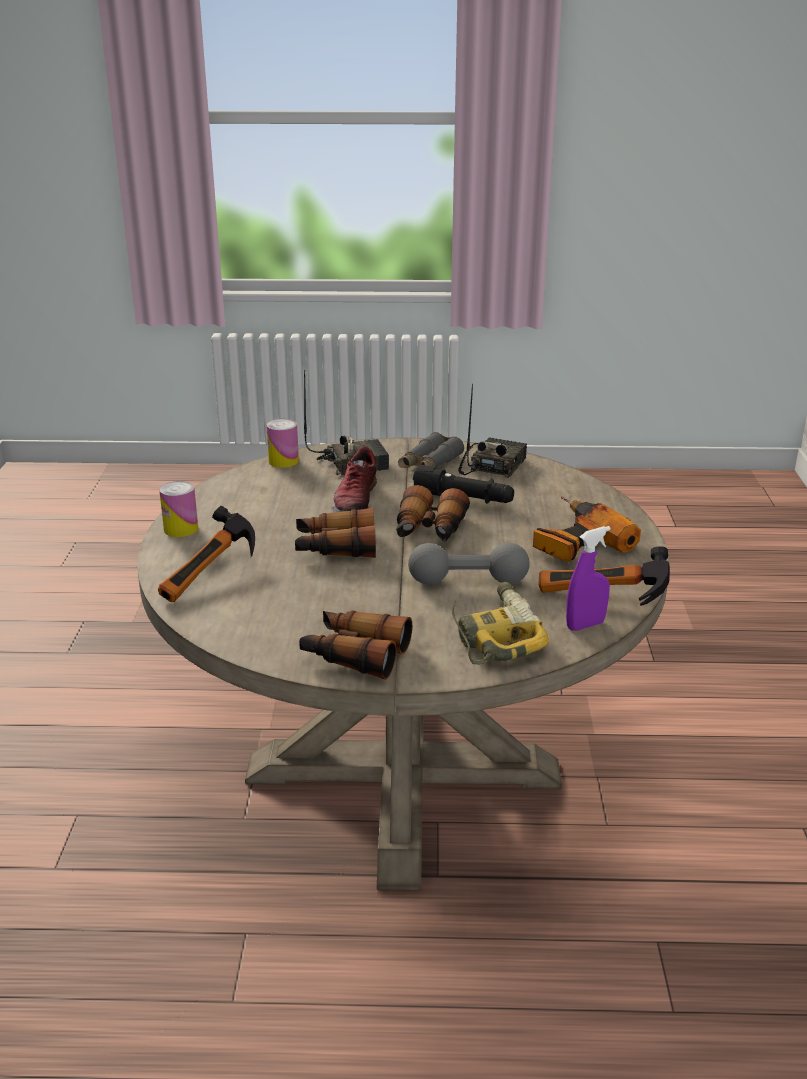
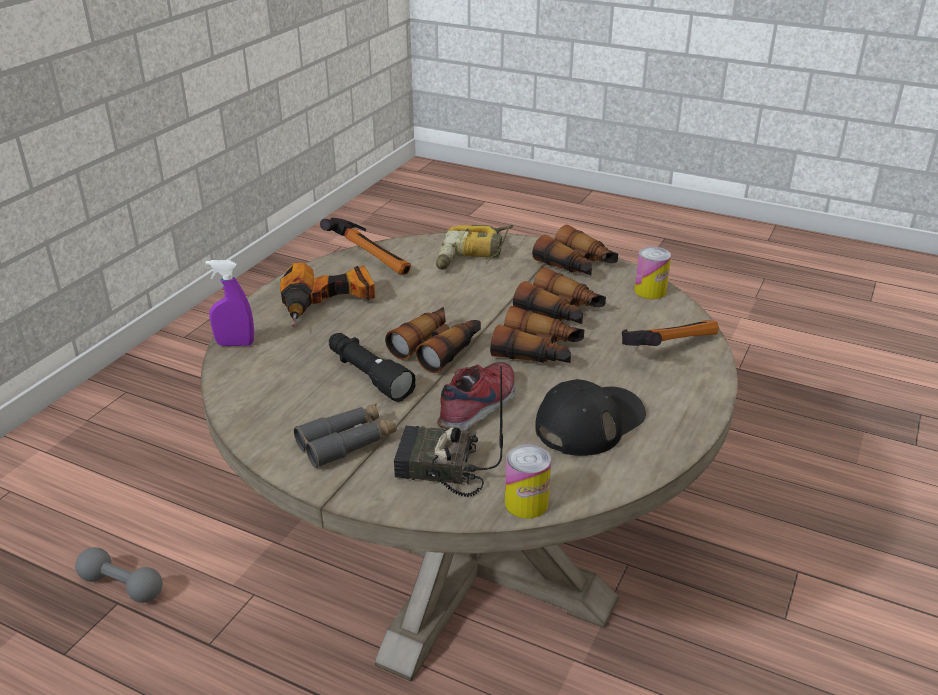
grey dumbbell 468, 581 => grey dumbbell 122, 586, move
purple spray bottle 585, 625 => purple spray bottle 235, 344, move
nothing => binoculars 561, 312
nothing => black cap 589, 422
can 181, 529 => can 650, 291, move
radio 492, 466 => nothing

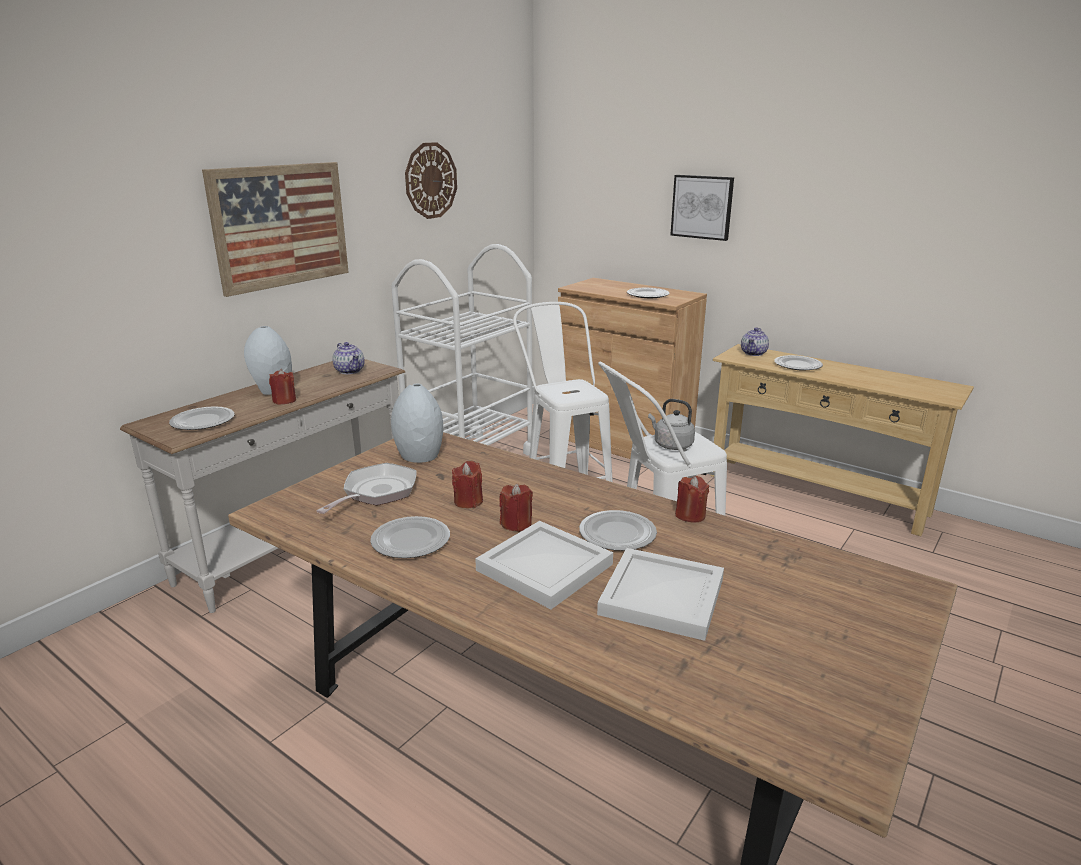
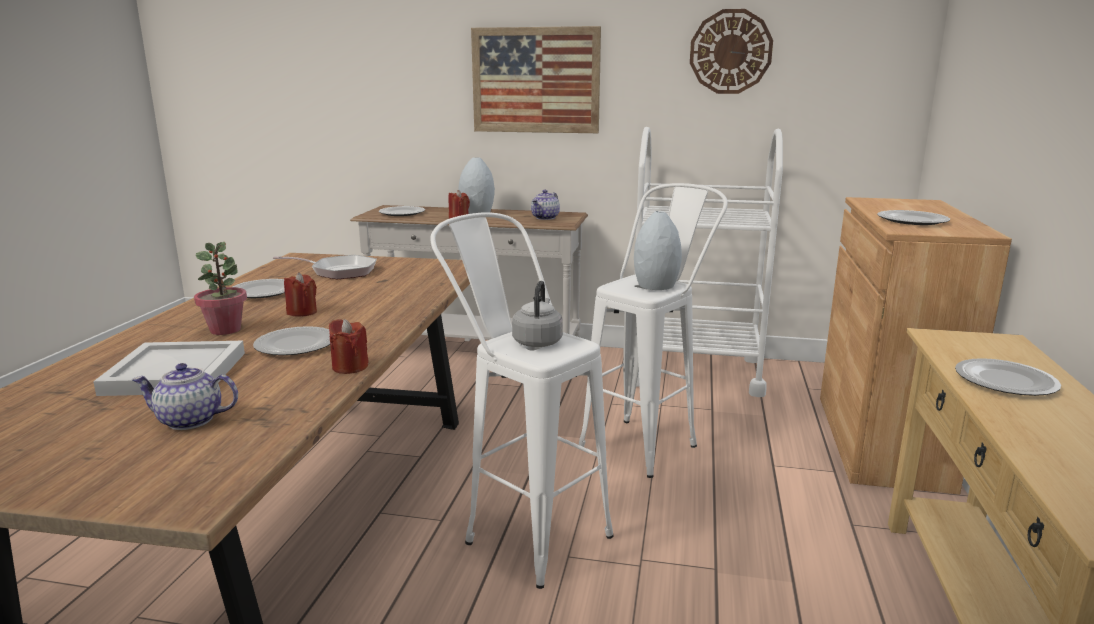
teapot 754, 353 => teapot 189, 421, move
white tray 542, 567 => potted plant 225, 330
grey vase 420, 456 => grey vase 655, 286, move
red candle 468, 501 => nothing
picture 702, 207 => nothing

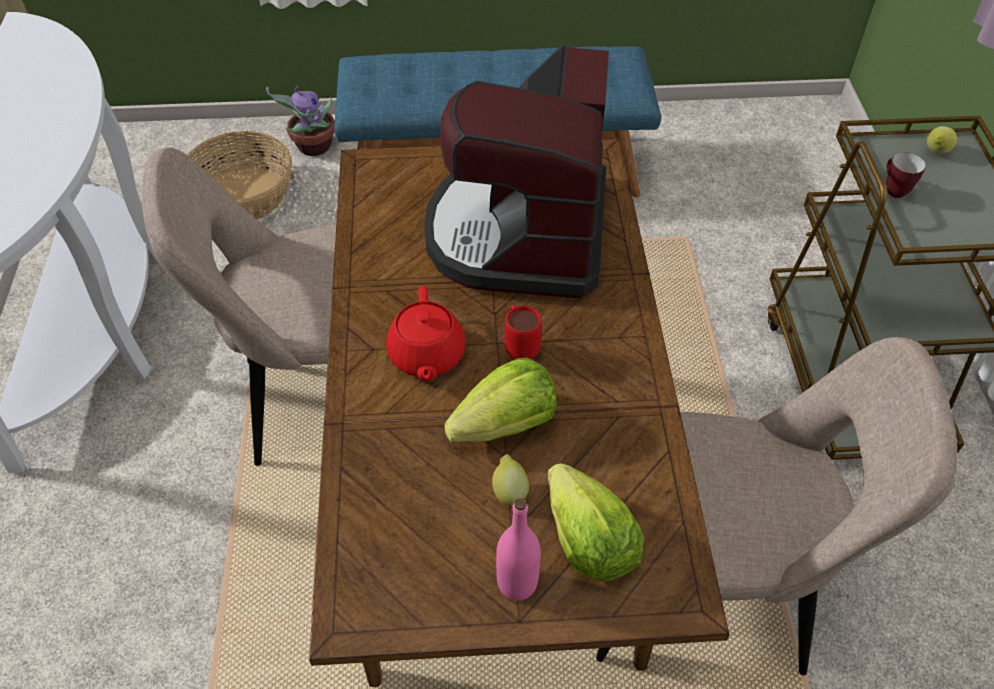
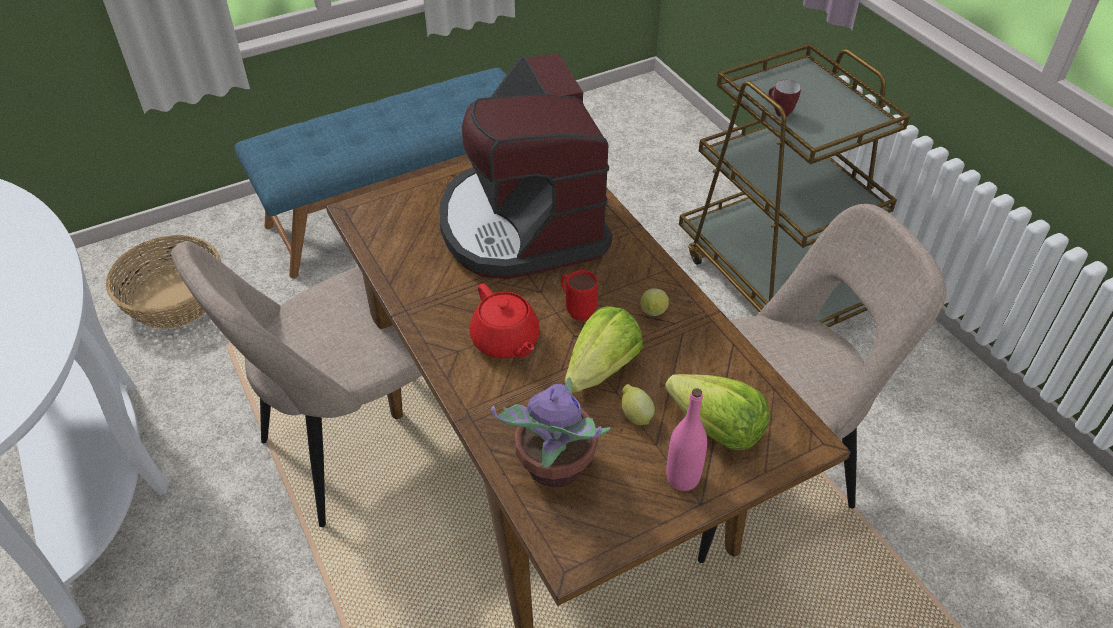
potted plant 313, 147 => potted plant 554, 468, move
lemon 935, 152 => lemon 653, 314, move

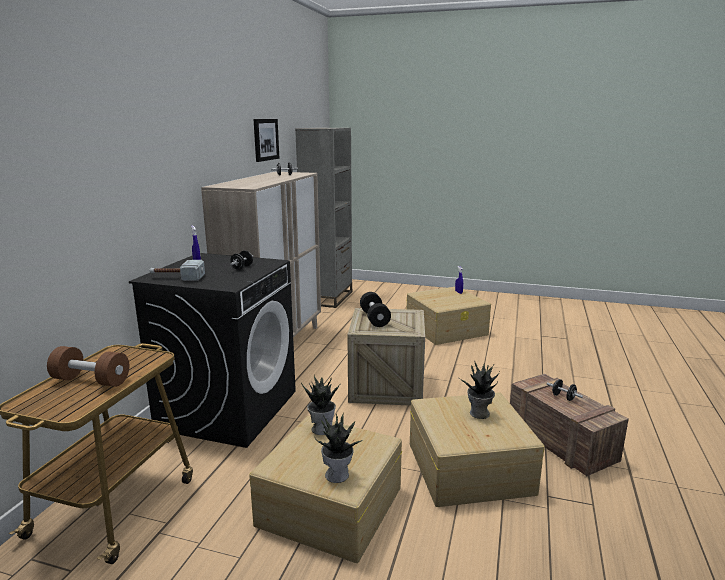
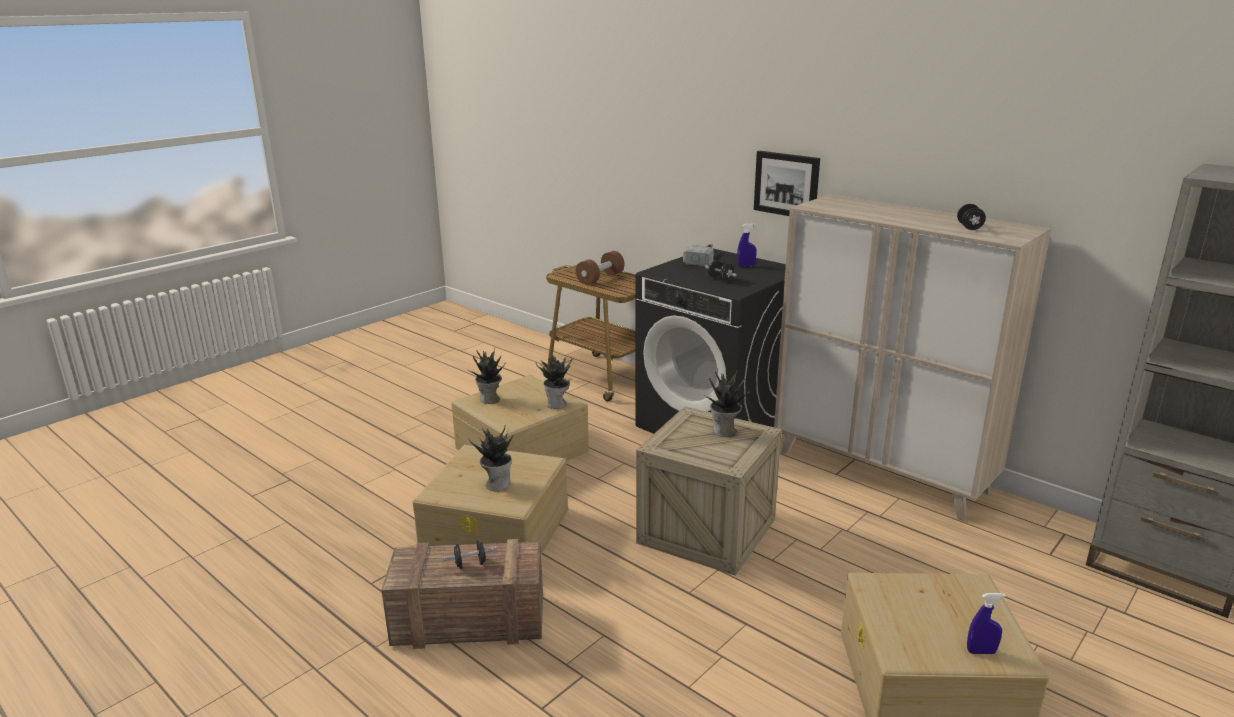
black dumbbell 374, 319 => potted plant 724, 432
picture 265, 139 => picture 787, 184, move

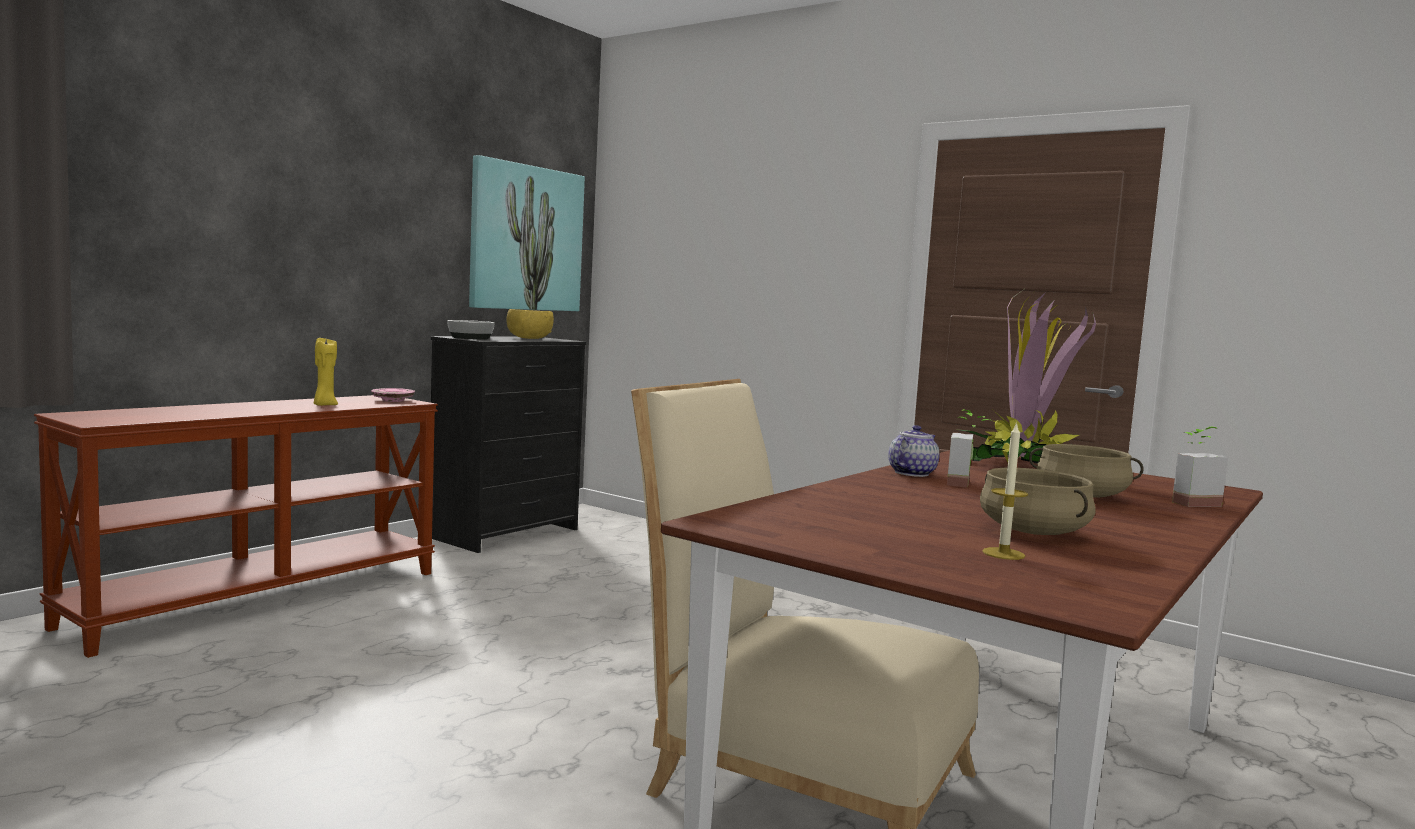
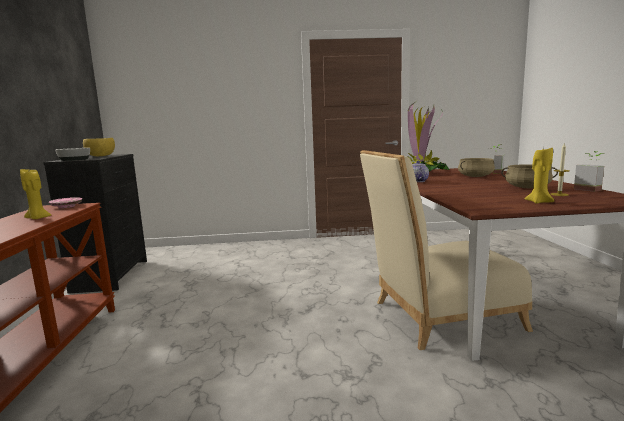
nothing => yellow candle 539, 202
potted plant 967, 483 => potted plant 590, 189, move
picture 525, 238 => nothing

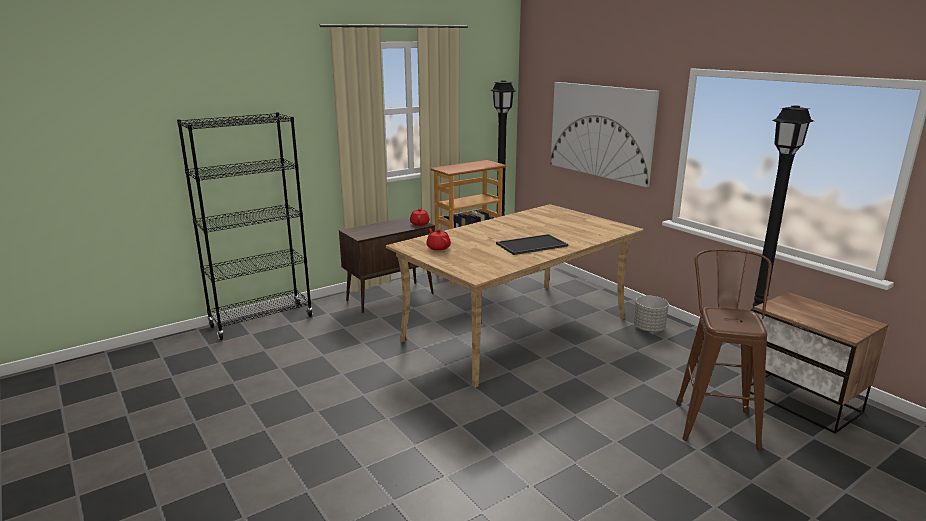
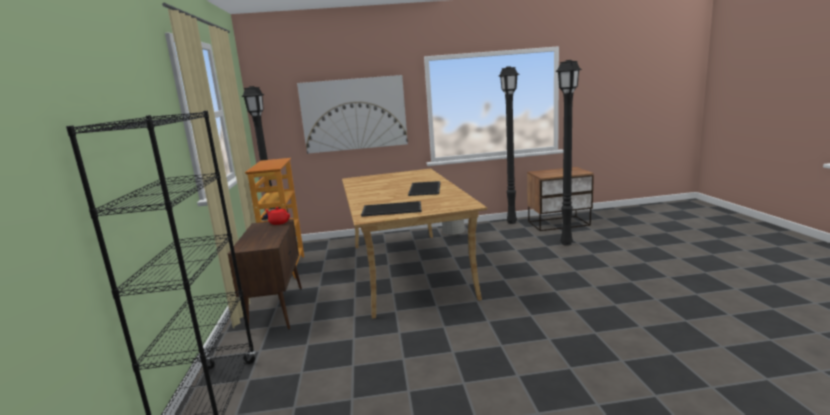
red teapot 438, 247 => tray 391, 209
brown stool 715, 419 => black floor lamp 566, 243

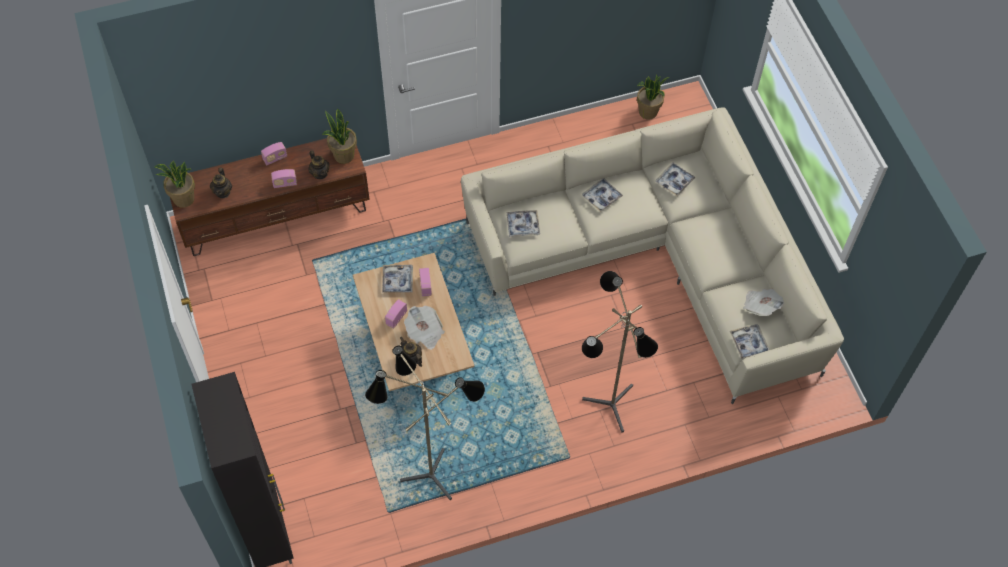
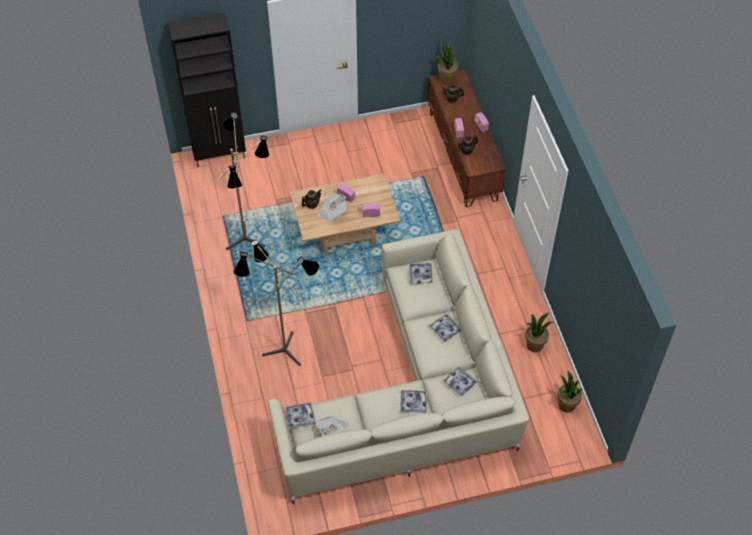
tray 397, 281 => tray 413, 403, move
potted plant 343, 155 => potted plant 534, 345, move

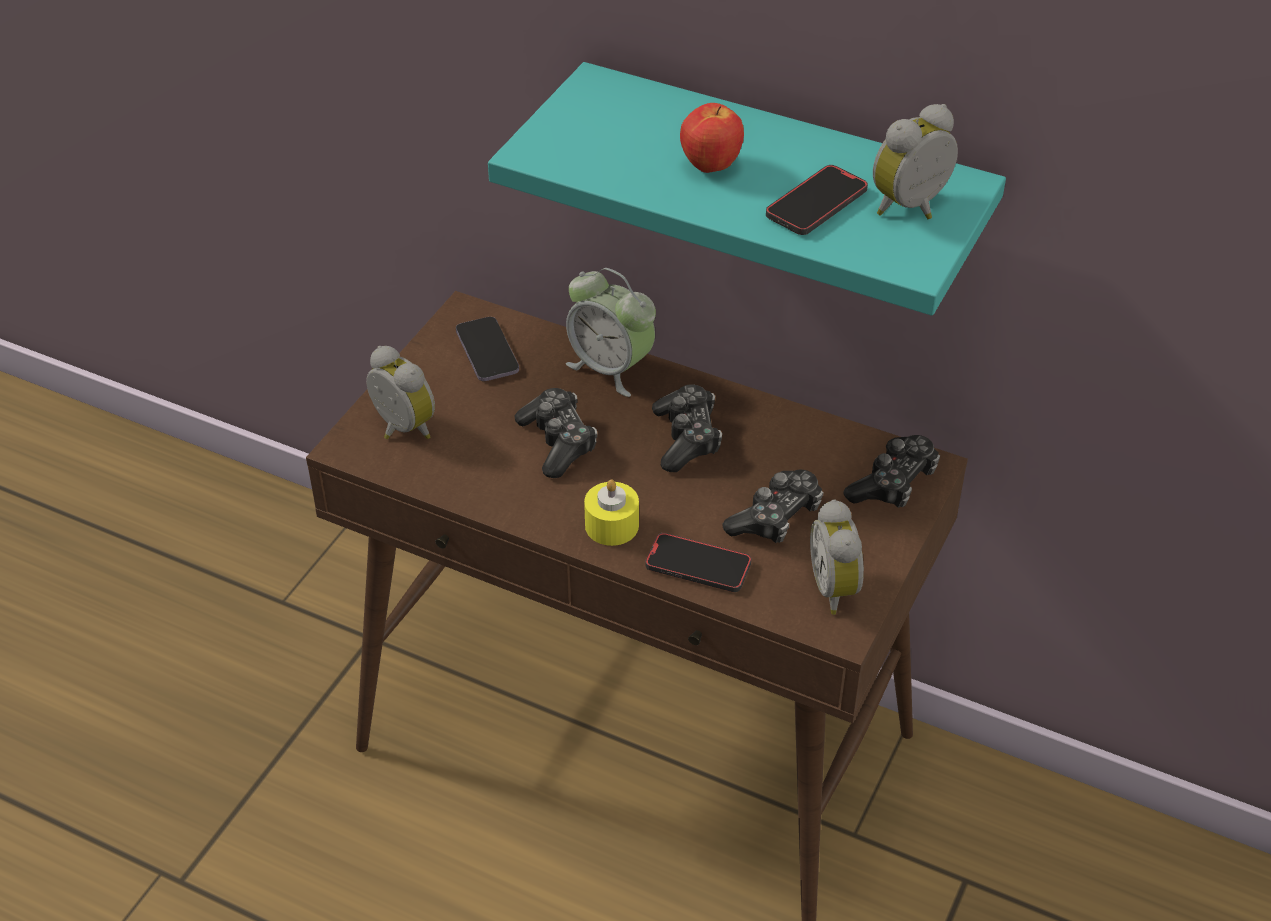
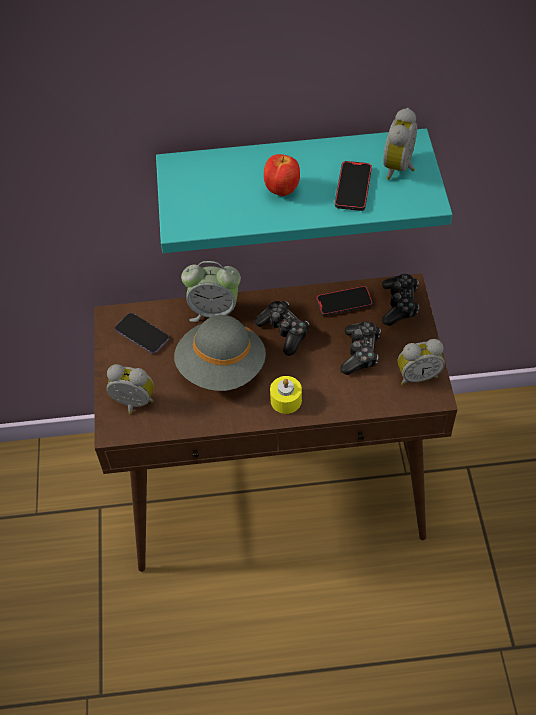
game controller 558, 442 => grey hat 221, 368
phone 698, 566 => phone 344, 302, move
alarm clock 837, 588 => alarm clock 417, 375, 60 degrees counterclockwise

